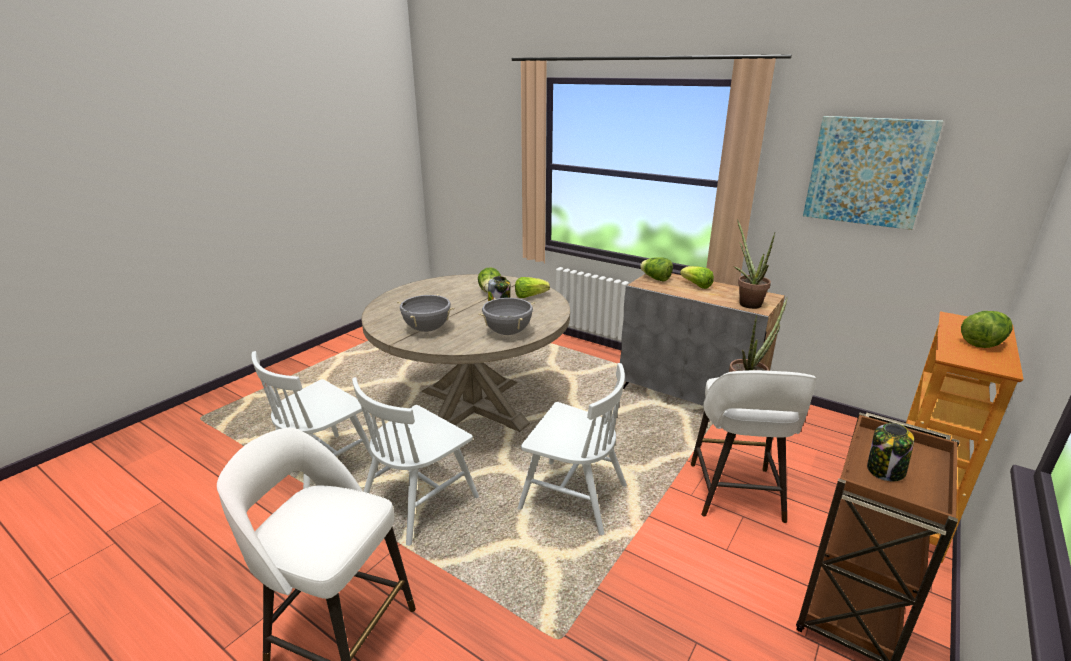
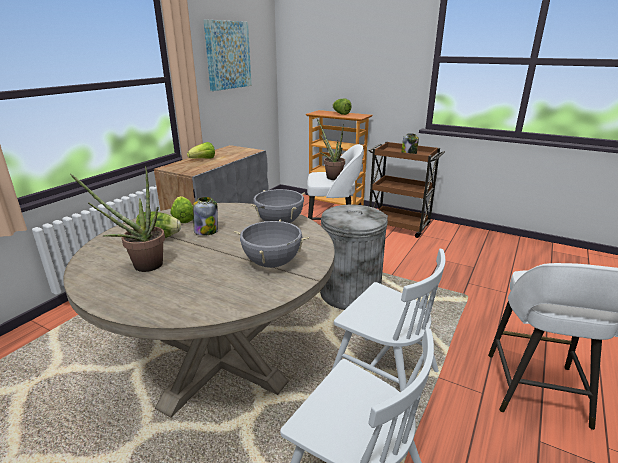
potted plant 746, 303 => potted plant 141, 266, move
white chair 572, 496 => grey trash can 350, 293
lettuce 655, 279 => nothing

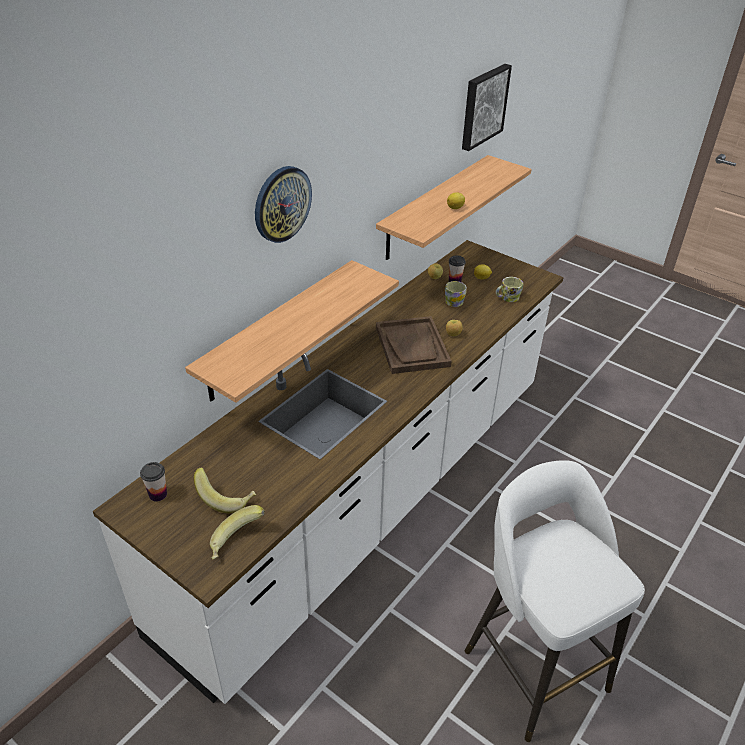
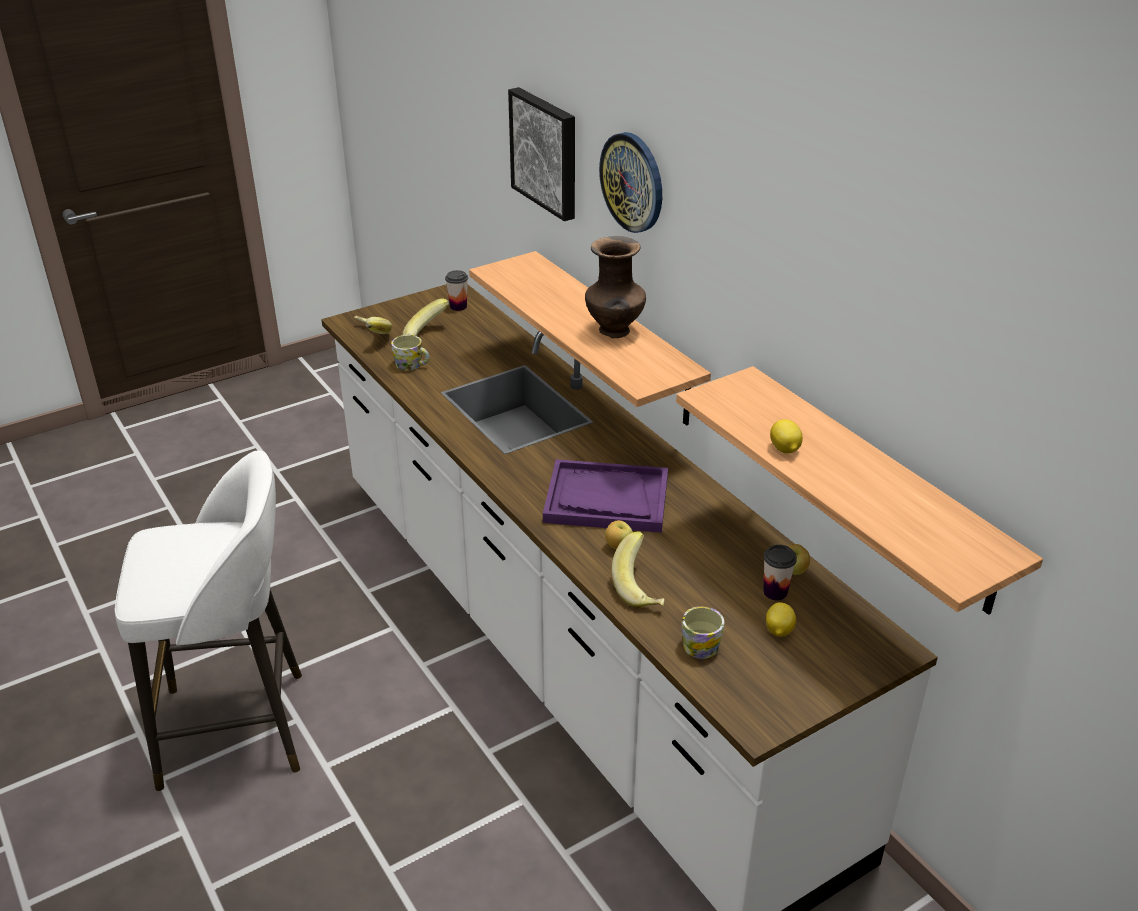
mug 454, 300 => mug 412, 365, move
picture 483, 106 => picture 546, 152, move
brown tray 412, 347 => purple tray 606, 499
nothing => brown vase 614, 332
nothing => banana 642, 588

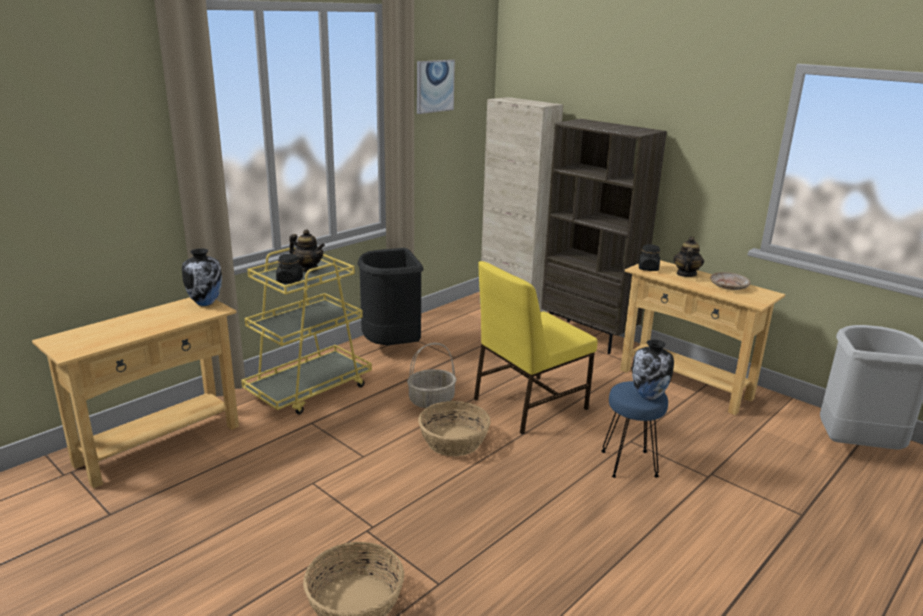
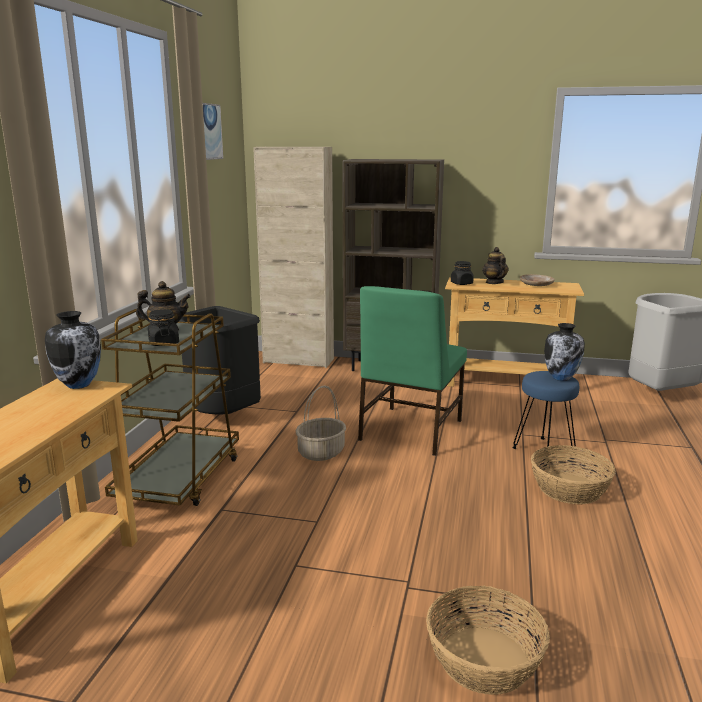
yellow cart 310, 389 => brown cart 179, 479
yellow chair 528, 404 => green chair 409, 430
basket 453, 441 => basket 570, 489, move

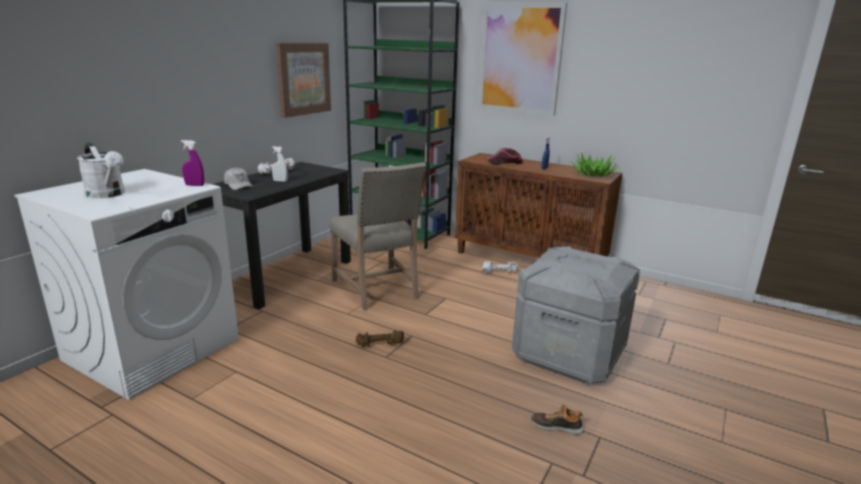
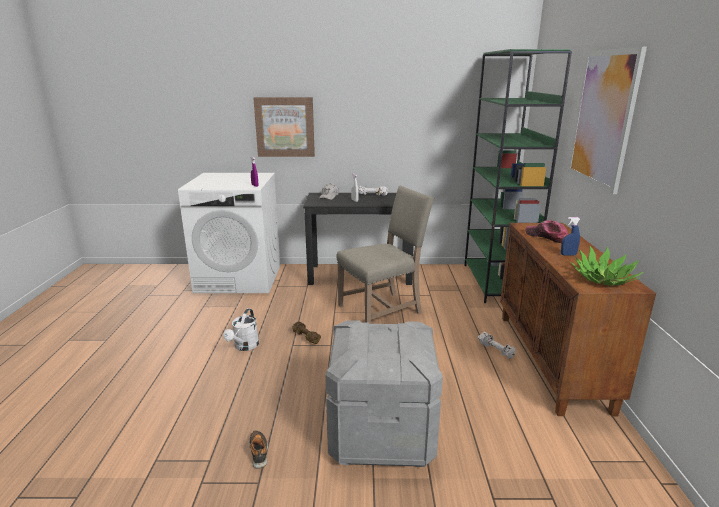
white watering can 108, 194 => white watering can 244, 347, move
picture 303, 79 => picture 285, 127, move
beige chair 377, 289 => beige chair 382, 309, 150 degrees counterclockwise

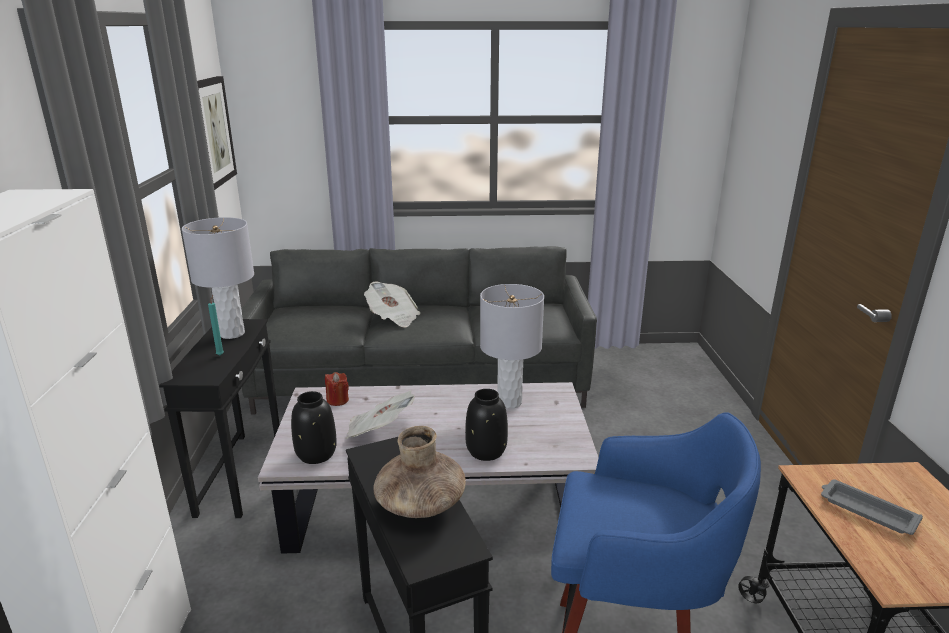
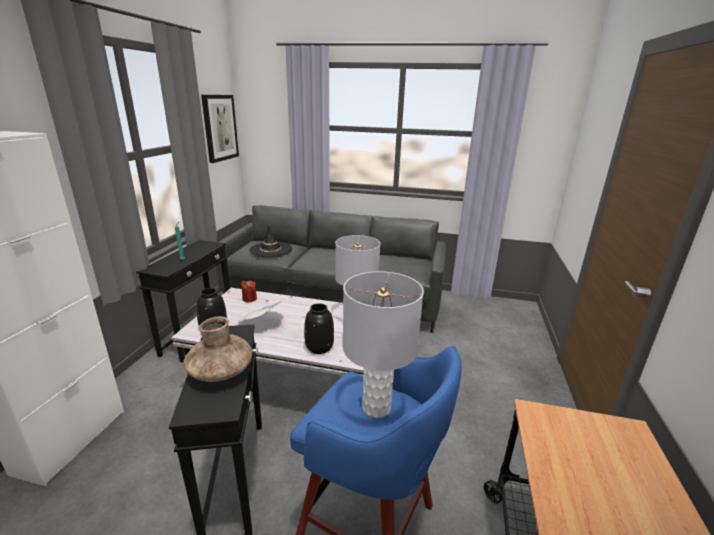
nothing => black hat 271, 250
grey table lamp 231, 334 => grey table lamp 376, 407, move
newspaper 393, 317 => nothing
grey tray 866, 510 => nothing

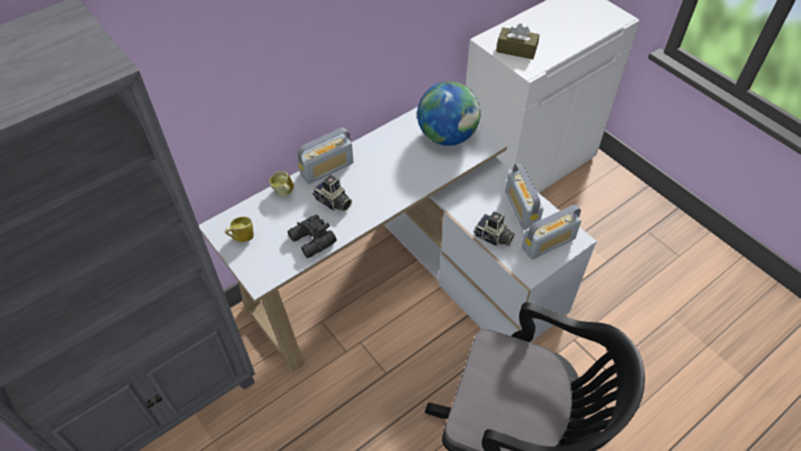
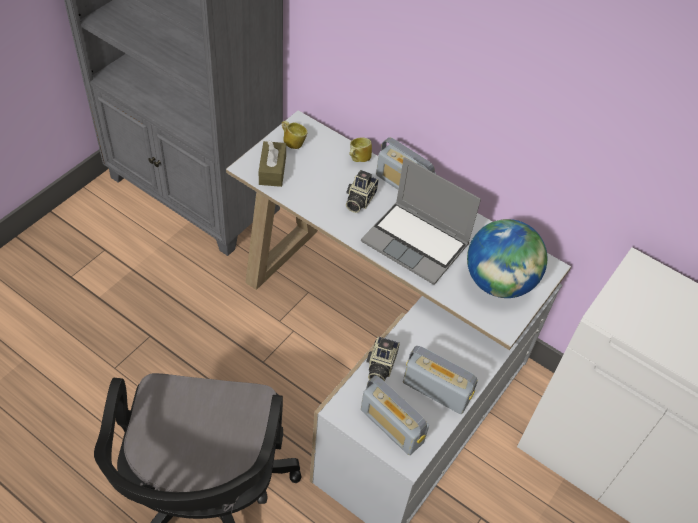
brown tissue box 516, 50 => brown tissue box 272, 170, move
nothing => laptop 417, 243
radio 521, 208 => radio 436, 391, 60 degrees clockwise
black binoculars 312, 241 => nothing

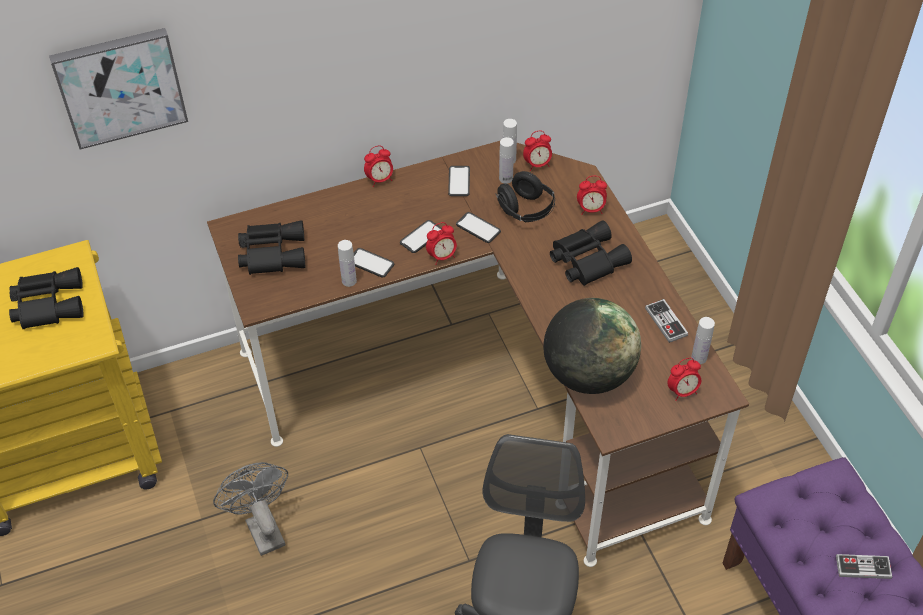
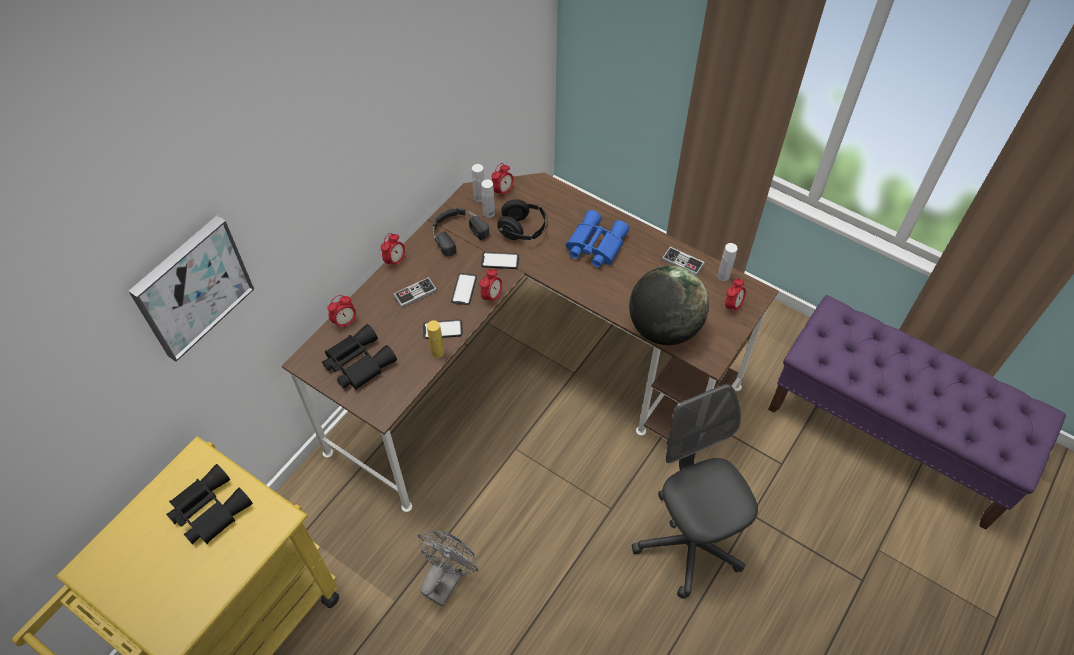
alarm clock 591, 209 => alarm clock 345, 322, move
game controller 863, 567 => game controller 415, 293, move
grey fan 262, 527 => grey fan 447, 578, 90 degrees clockwise
white bottle 349, 281 => yellow bottle 437, 352
phone 459, 181 => black headphones 456, 232
black binoculars 586, 259 => blue binoculars 594, 245

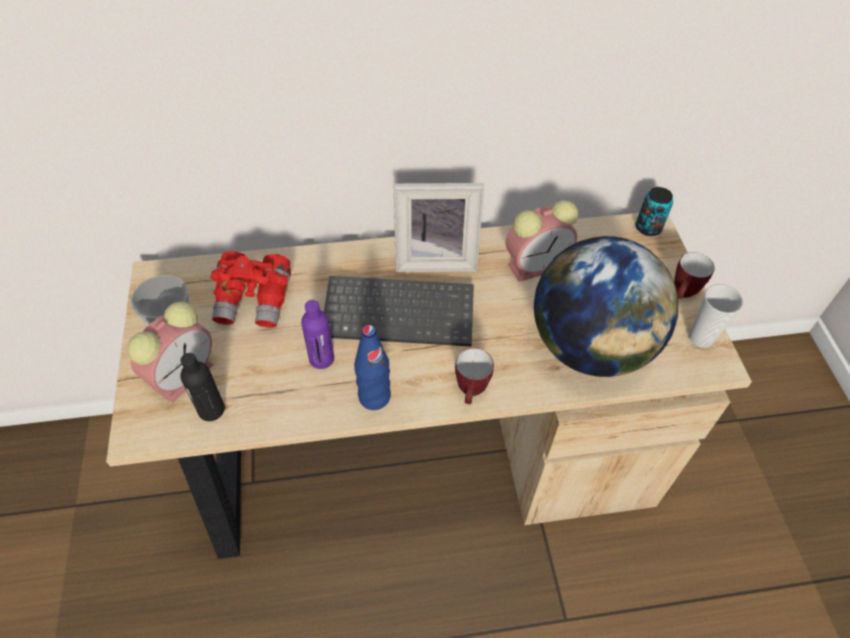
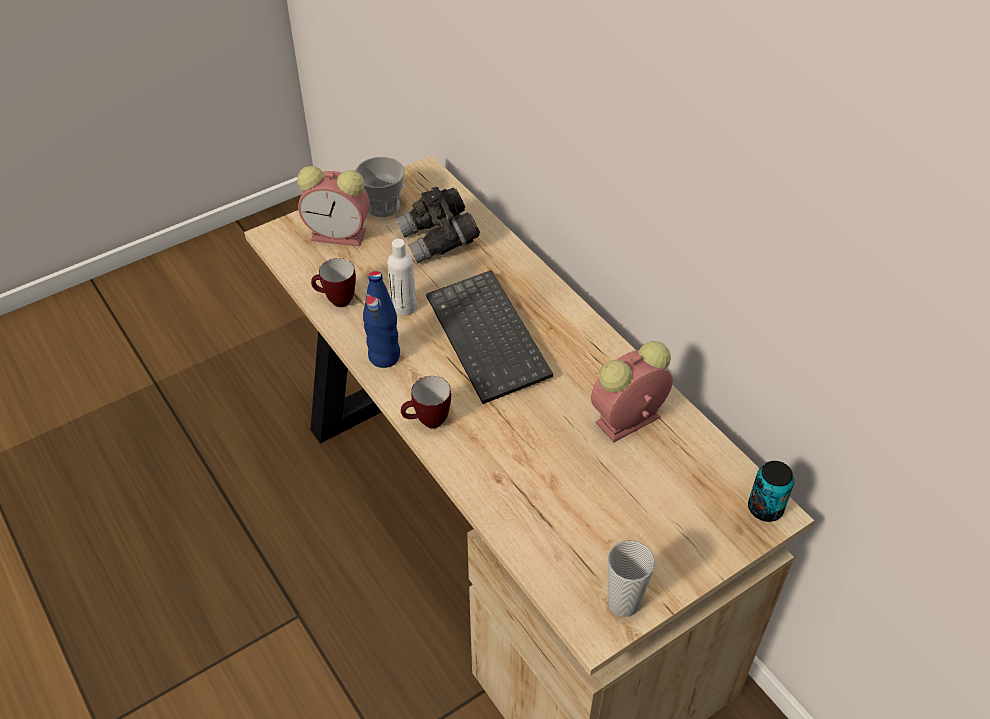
mug 682, 294 => mug 336, 301, move
purple bottle 321, 359 => white bottle 404, 307
red binoculars 255, 301 => grey binoculars 438, 241
alarm clock 536, 265 => alarm clock 626, 421, 105 degrees clockwise
black bottle 211, 410 => nothing
picture frame 435, 258 => nothing
globe 590, 346 => nothing

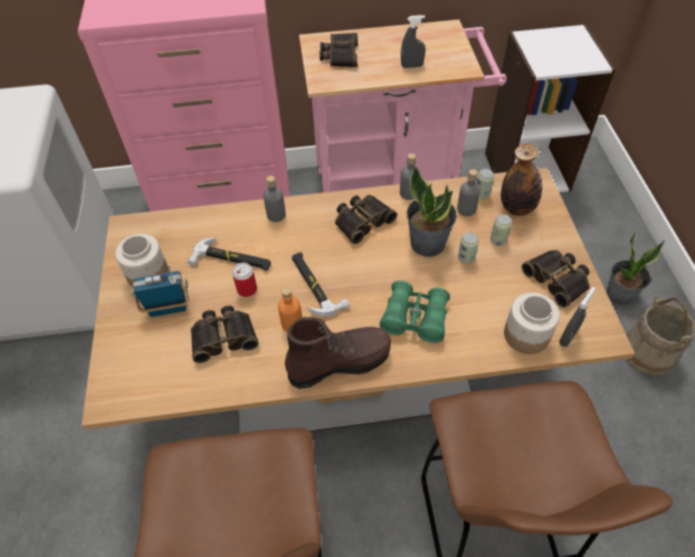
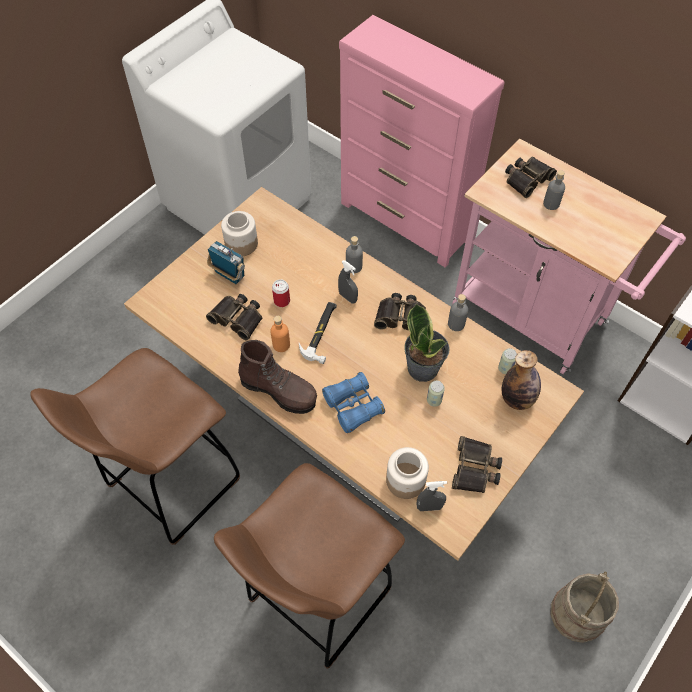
green binoculars 415, 318 => blue binoculars 353, 406
grey spray bottle 412, 66 => grey spray bottle 348, 297, move
grey bottle 466, 209 => grey bottle 551, 204, move
hammer 232, 260 => nothing
can 498, 240 => nothing
potted plant 619, 294 => nothing

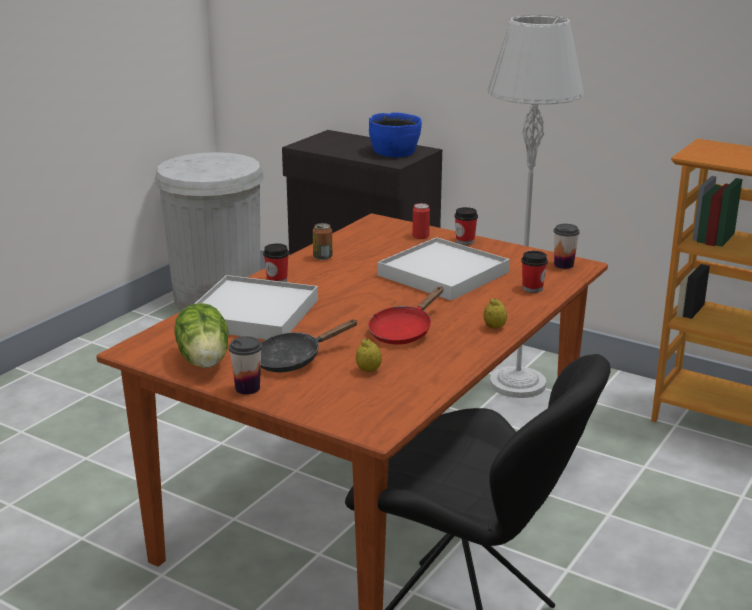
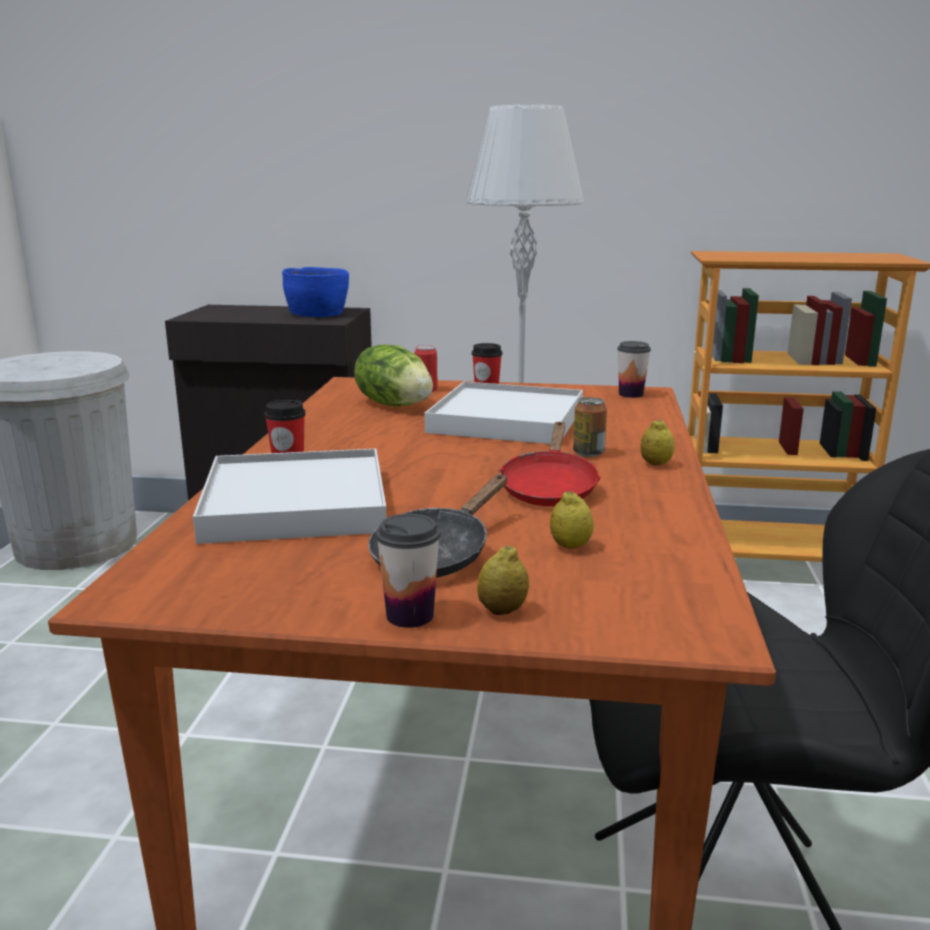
lettuce 205, 360 => lettuce 395, 404, move
nothing => lemon 502, 610
can 322, 257 => can 588, 453, move
cup 532, 288 => nothing

